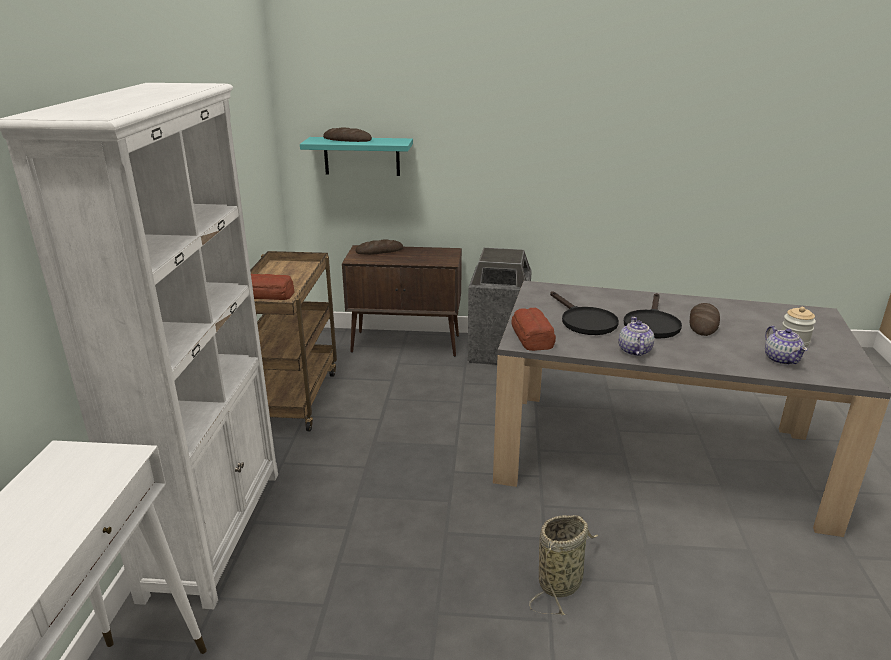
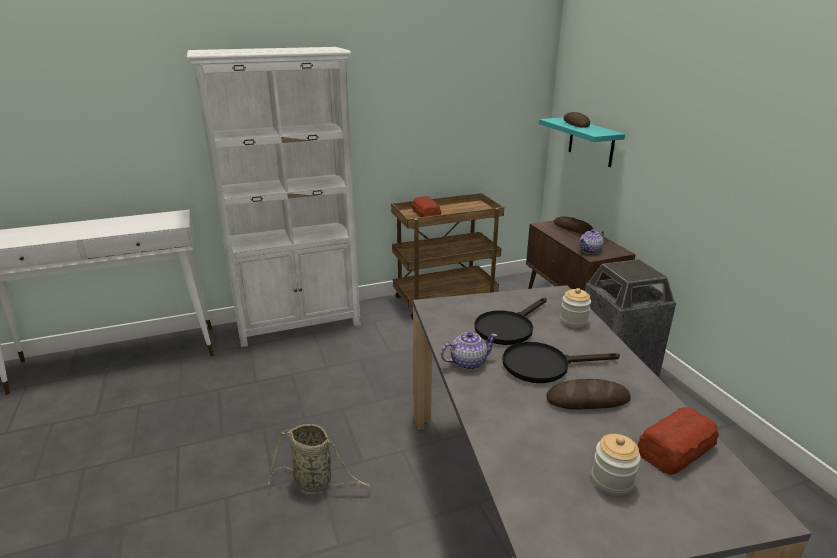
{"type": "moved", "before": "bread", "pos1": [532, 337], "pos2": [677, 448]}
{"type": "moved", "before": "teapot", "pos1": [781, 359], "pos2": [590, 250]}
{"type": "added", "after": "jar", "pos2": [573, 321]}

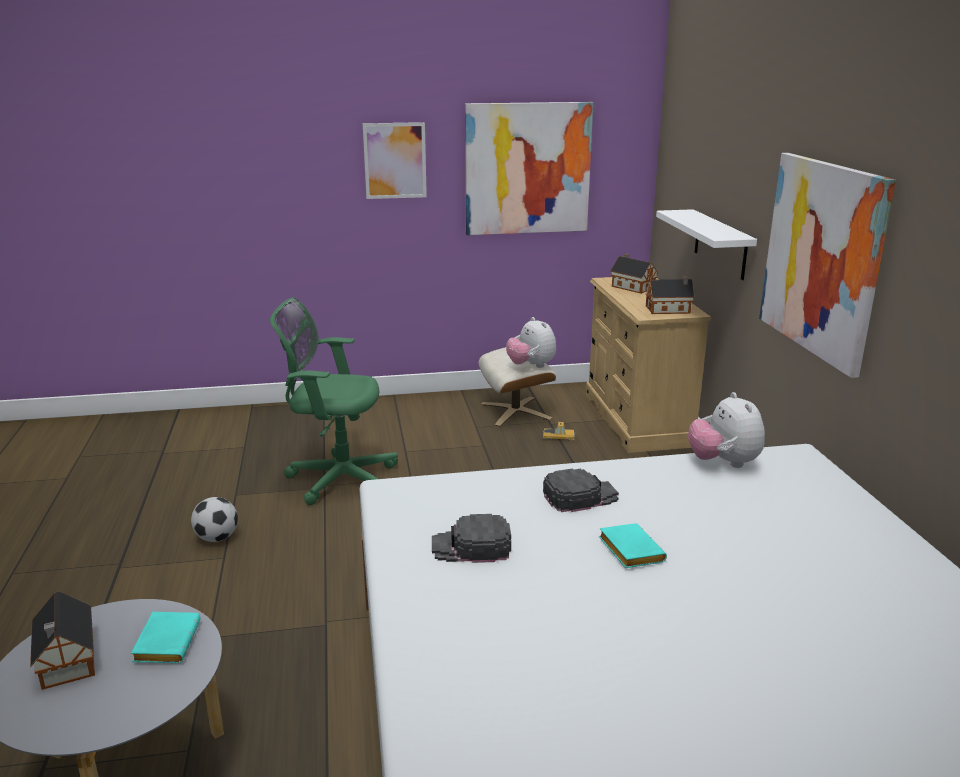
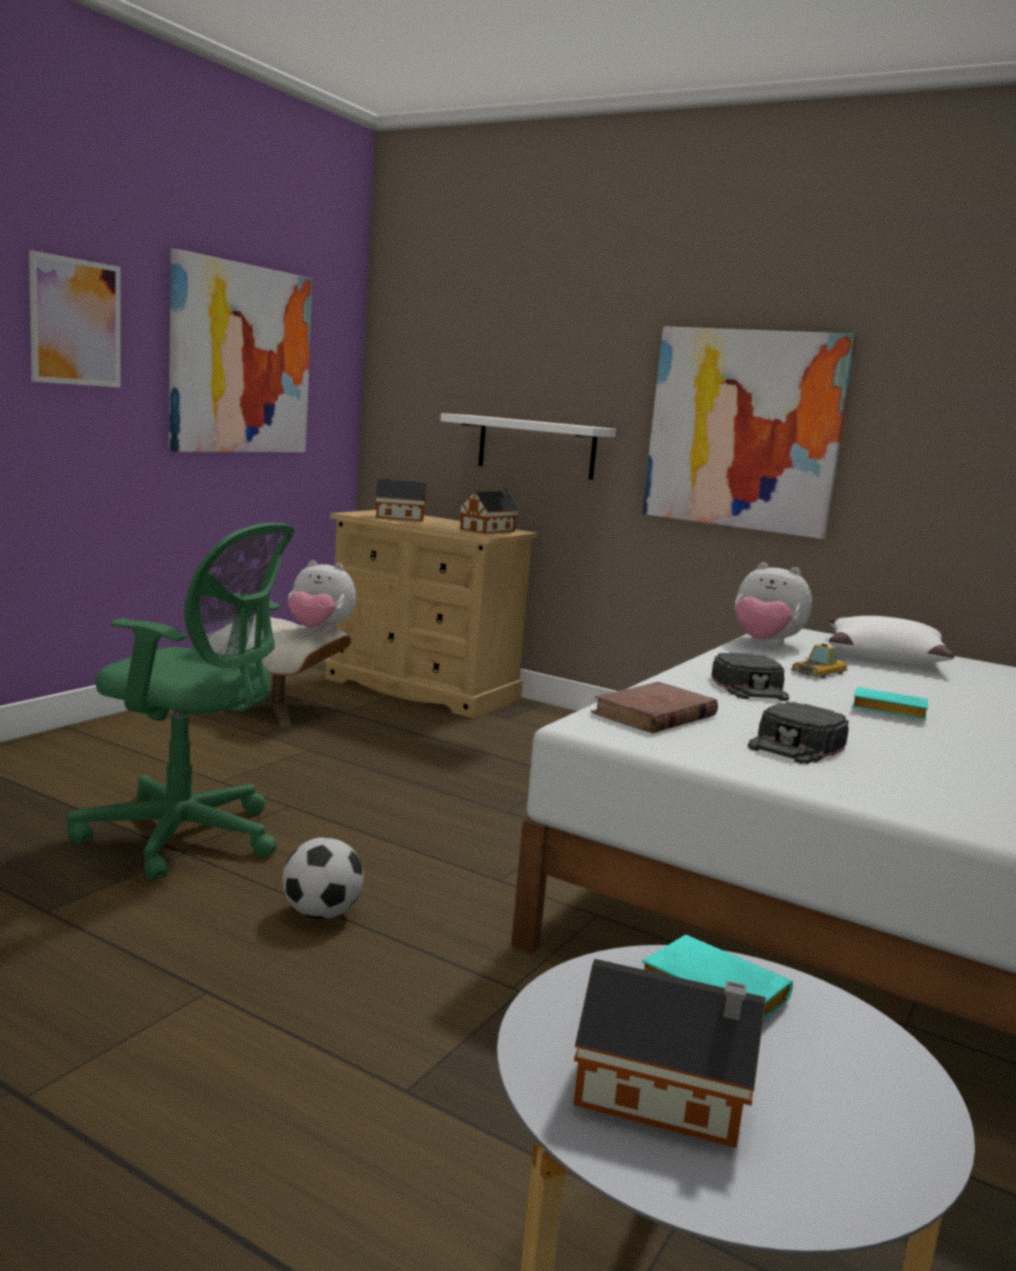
{"type": "moved", "before": "football", "pos1": [217, 538], "pos2": [321, 914]}
{"type": "turned", "before": "office chair/green", "pos1": [338, 479], "pos2": [187, 837], "turn": -120}
{"type": "moved", "before": "toy car", "pos1": [559, 437], "pos2": [819, 672]}
{"type": "turned", "before": "cap/black", "pos1": [580, 496], "pos2": [750, 687], "turn": 150}
{"type": "added", "after": "book/brown", "pos2": [654, 715]}
{"type": "added", "after": "pillow/white", "pos2": [884, 655]}

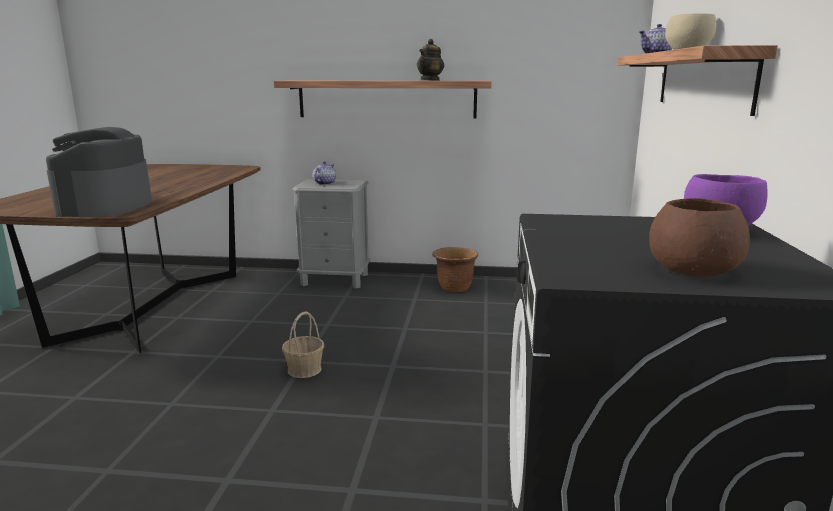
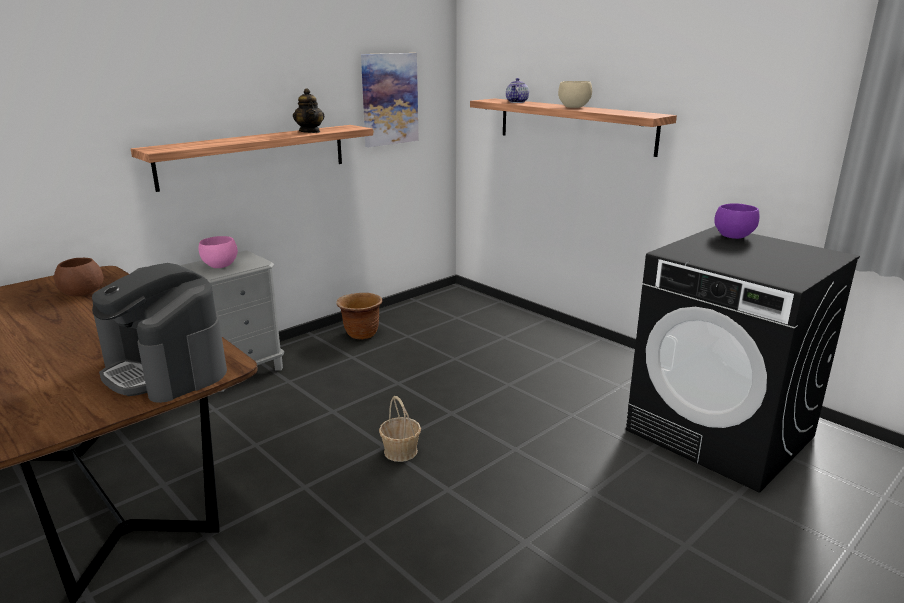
{"type": "replaced", "before": "teapot", "after": "bowl/pink", "pos1": [324, 183], "pos2": [219, 266]}
{"type": "moved", "before": "bowl/brown", "pos1": [691, 270], "pos2": [81, 292]}
{"type": "added", "after": "picture", "pos2": [389, 99]}

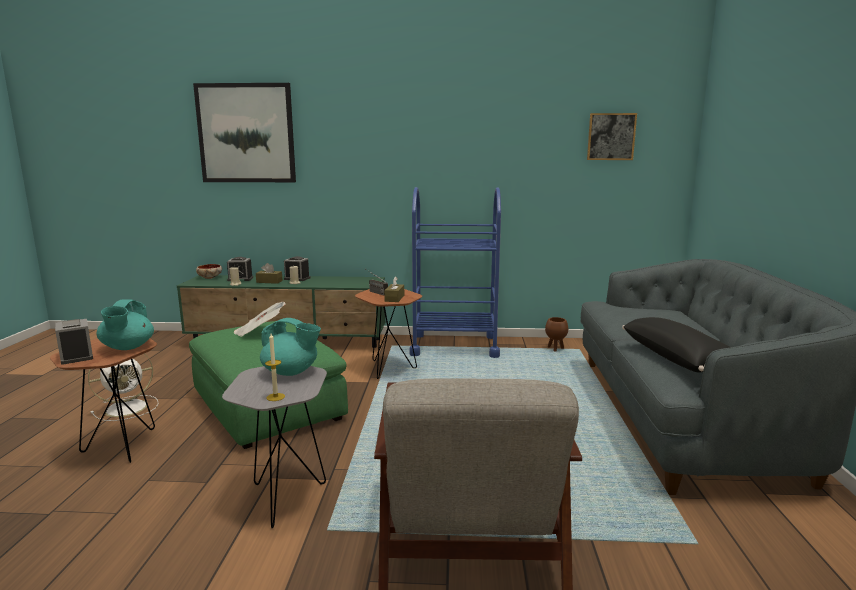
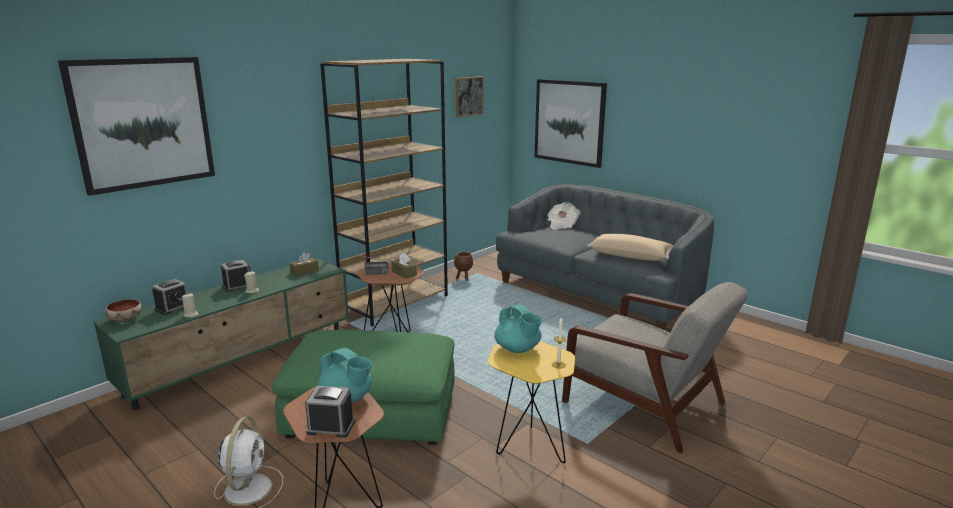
{"type": "recoloured", "before": "side table/grey", "after": "side table/yellow", "pos1": [285, 495], "pos2": [528, 446]}
{"type": "moved", "before": "newspaper", "pos1": [259, 332], "pos2": [562, 225]}
{"type": "moved", "before": "tissue box/brown", "pos1": [269, 281], "pos2": [304, 271]}
{"type": "turned", "before": "teapot/turquoise", "pos1": [291, 372], "pos2": [518, 349], "turn": 90}
{"type": "replaced", "before": "cart/blue", "after": "bookcase/brown", "pos1": [454, 346], "pos2": [395, 303]}
{"type": "recoloured", "before": "pillow/black", "after": "pillow/beige", "pos1": [679, 359], "pos2": [630, 256]}
{"type": "added", "after": "picture", "pos2": [569, 122]}

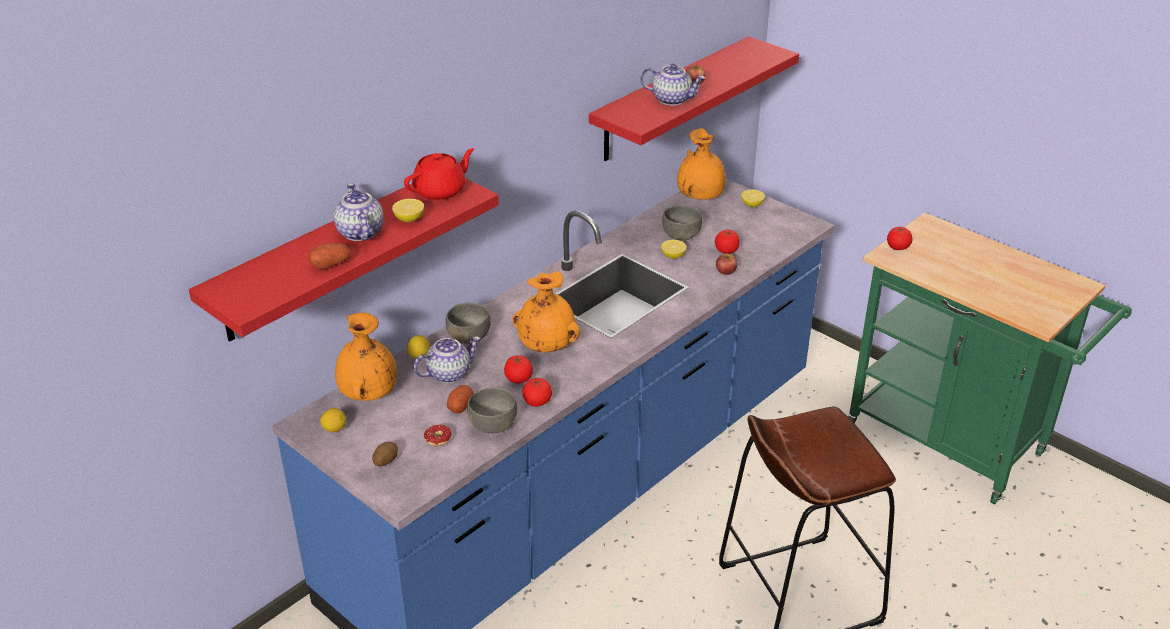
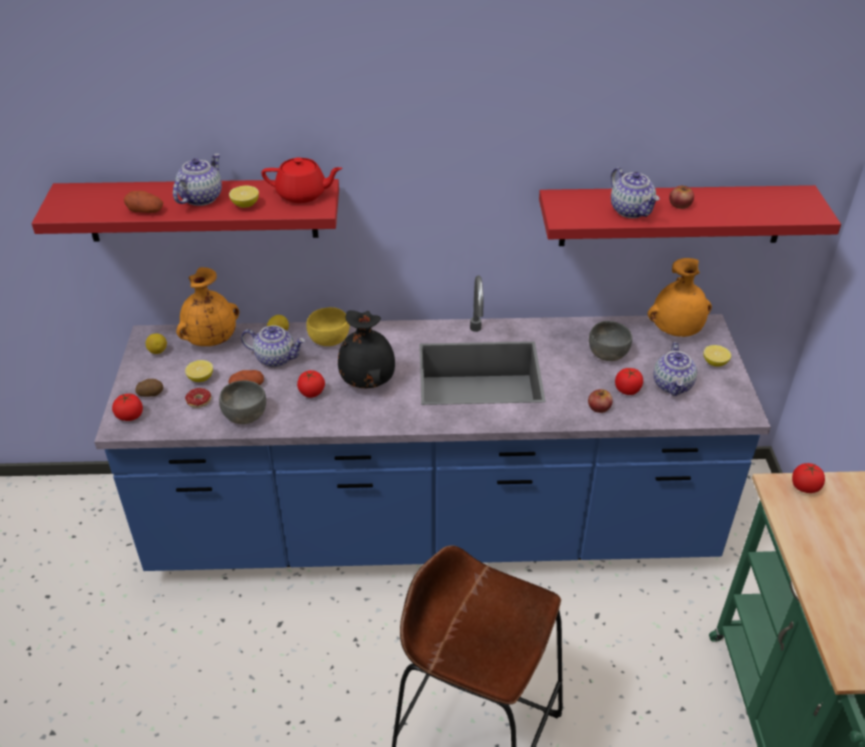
{"type": "recoloured", "before": "bowl/grey", "after": "bowl/yellow", "pos1": [468, 336], "pos2": [328, 339]}
{"type": "recoloured", "before": "vase/orange", "after": "vase/black", "pos1": [547, 345], "pos2": [368, 380]}
{"type": "moved", "before": "tomato", "pos1": [537, 402], "pos2": [130, 416]}
{"type": "moved", "before": "lemon", "pos1": [673, 256], "pos2": [201, 378]}
{"type": "added", "after": "teapot", "pos2": [673, 385]}

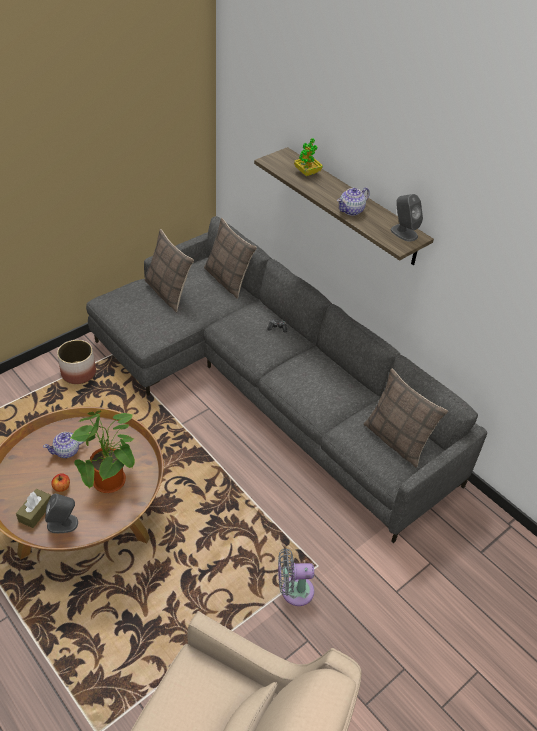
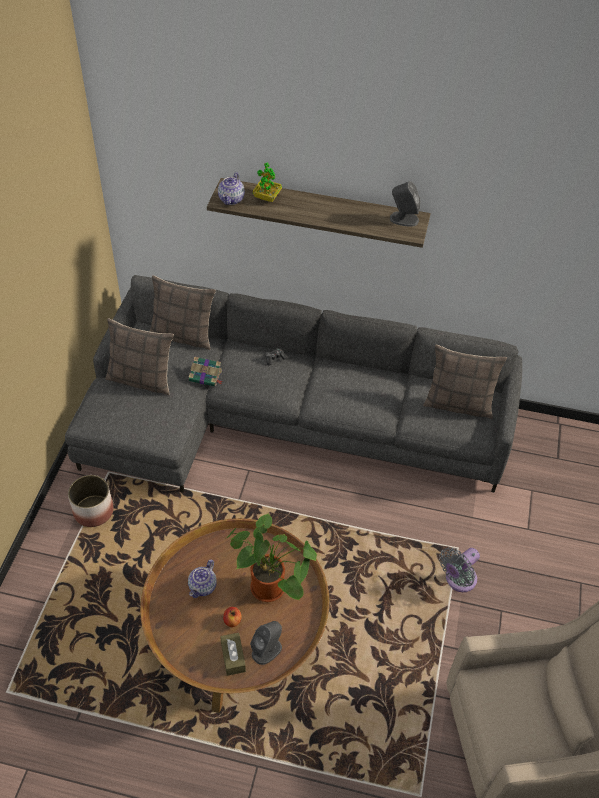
{"type": "moved", "before": "teapot", "pos1": [351, 210], "pos2": [232, 199]}
{"type": "added", "after": "book", "pos2": [206, 376]}

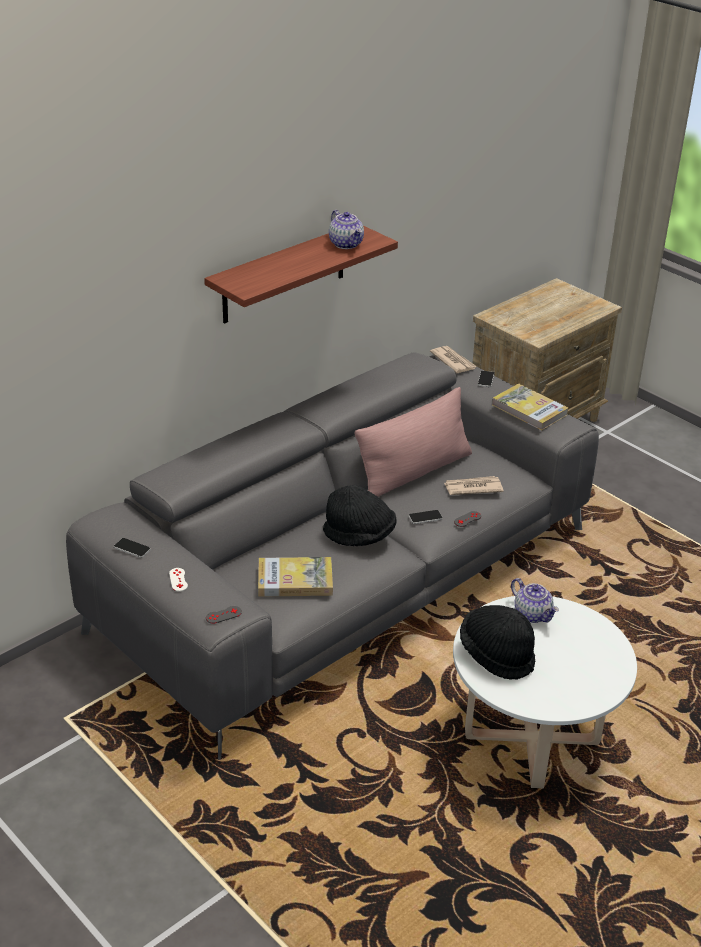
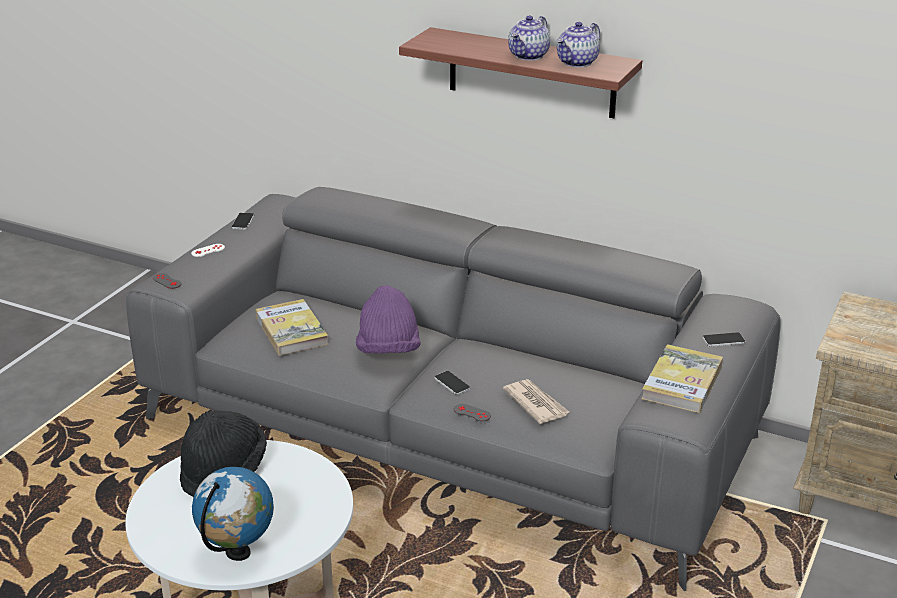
{"type": "recoloured", "before": "hat/black", "after": "hat/purple", "pos1": [359, 536], "pos2": [388, 350]}
{"type": "removed", "before": "pillow/pink", "pos1": [414, 472]}
{"type": "removed", "before": "newspaper", "pos1": [453, 361]}
{"type": "moved", "before": "teapot", "pos1": [533, 614], "pos2": [529, 56]}
{"type": "added", "after": "globe", "pos2": [238, 553]}

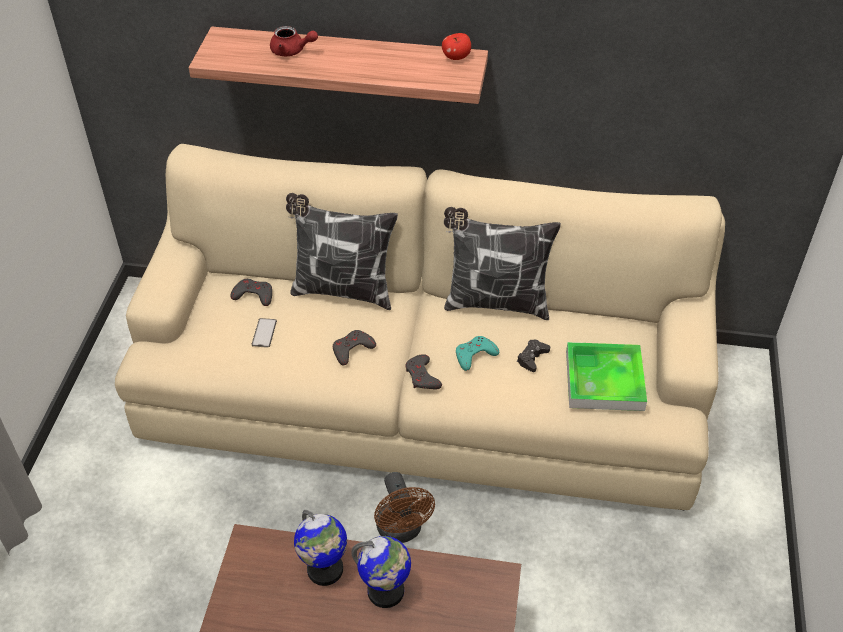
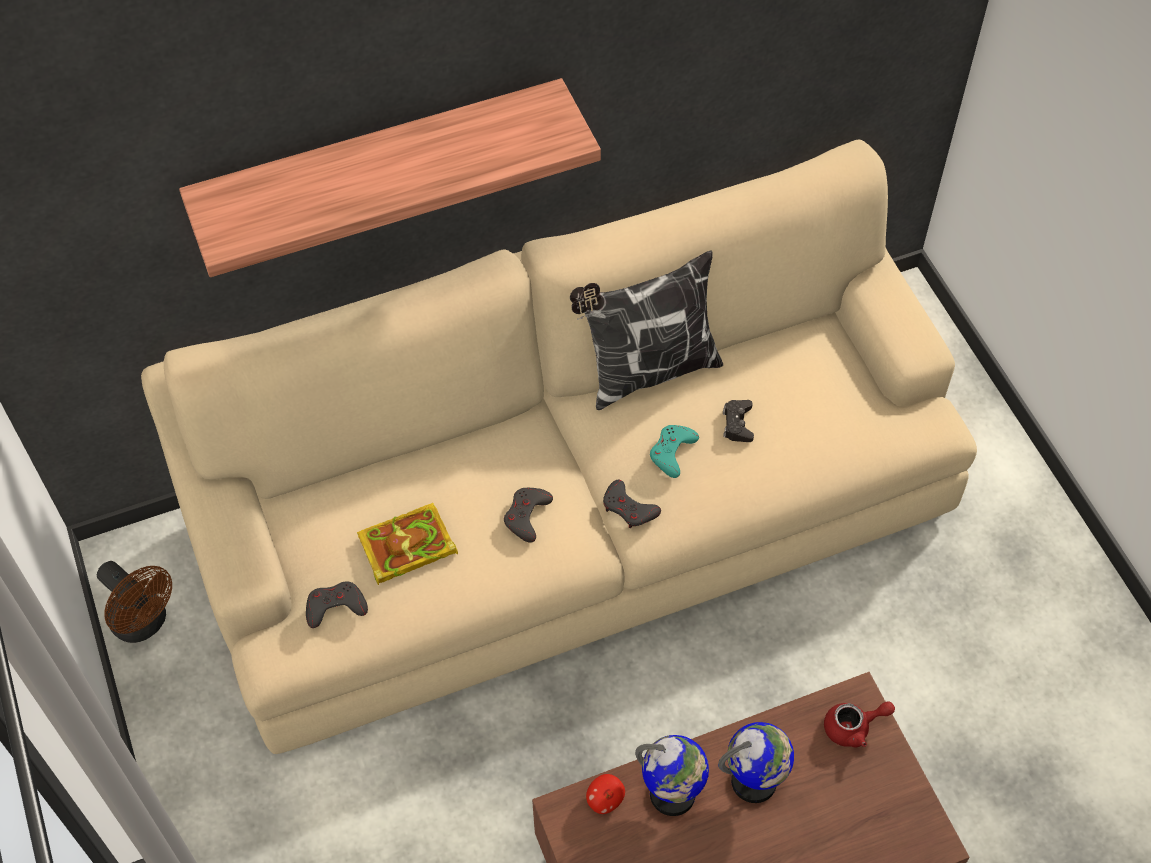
{"type": "moved", "before": "game controller/grey", "pos1": [253, 295], "pos2": [335, 607]}
{"type": "replaced", "before": "phone", "after": "book", "pos1": [264, 333], "pos2": [405, 548]}
{"type": "moved", "before": "teapot/red", "pos1": [292, 51], "pos2": [853, 727]}
{"type": "removed", "before": "pillow", "pos1": [342, 290]}
{"type": "moved", "before": "fan/brown", "pos1": [401, 531], "pos2": [144, 623]}
{"type": "moved", "before": "apple", "pos1": [456, 57], "pos2": [605, 800]}
{"type": "removed", "before": "tray", "pos1": [604, 380]}

